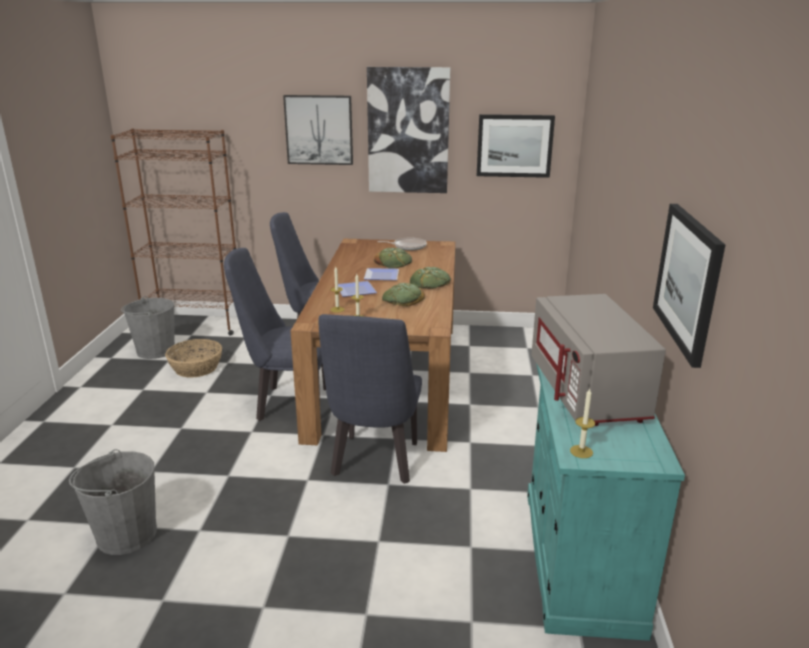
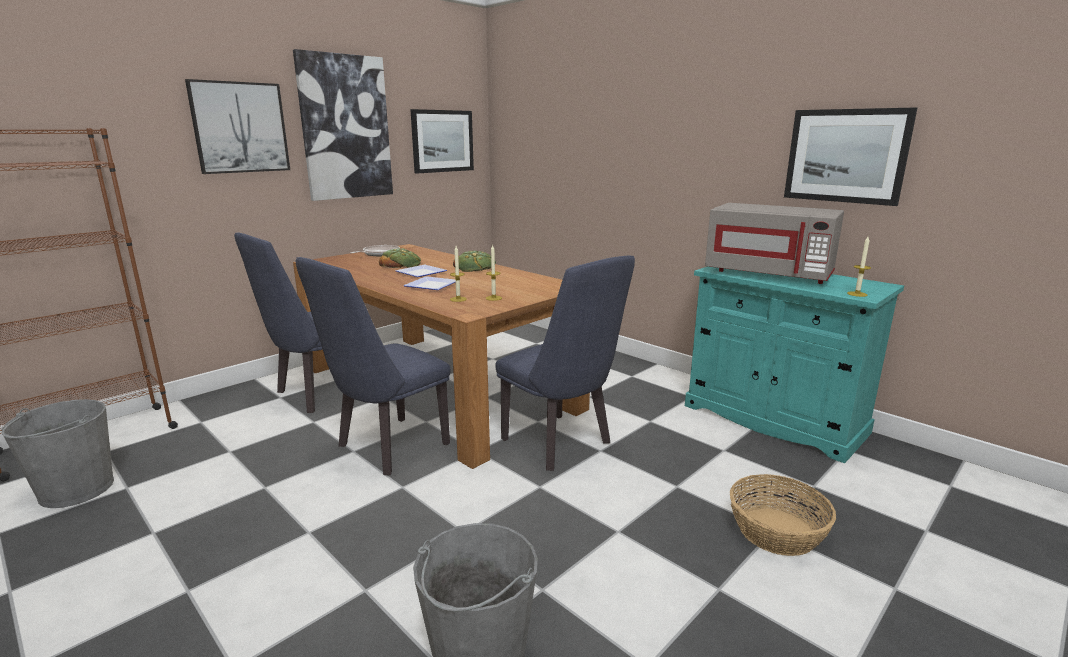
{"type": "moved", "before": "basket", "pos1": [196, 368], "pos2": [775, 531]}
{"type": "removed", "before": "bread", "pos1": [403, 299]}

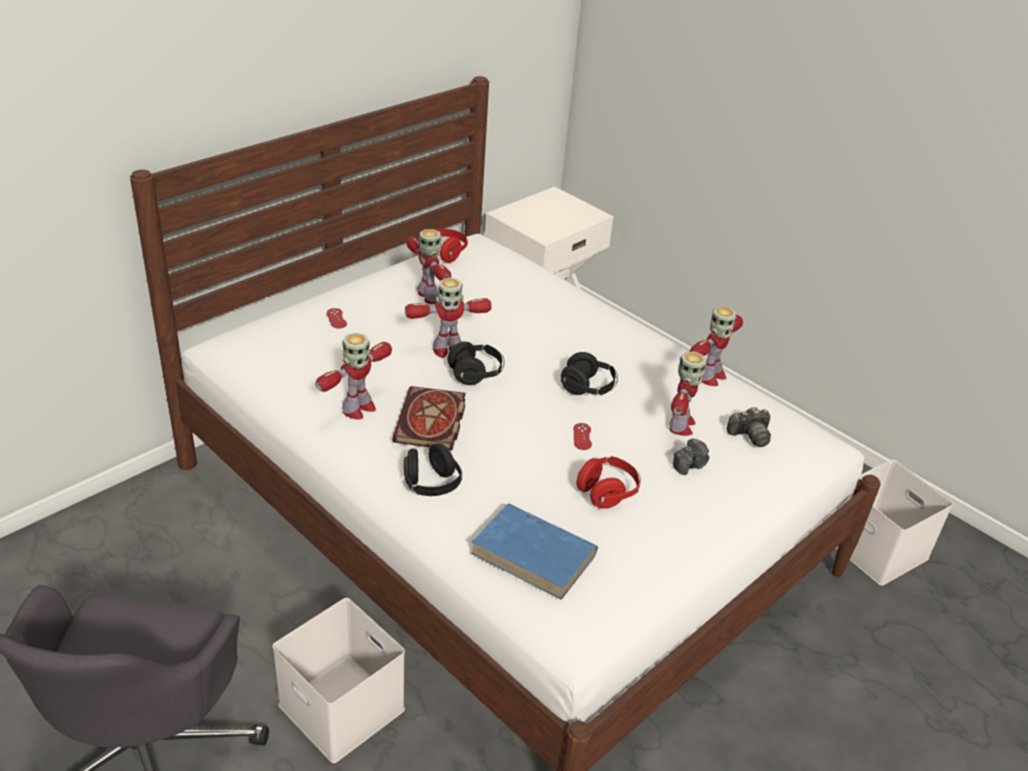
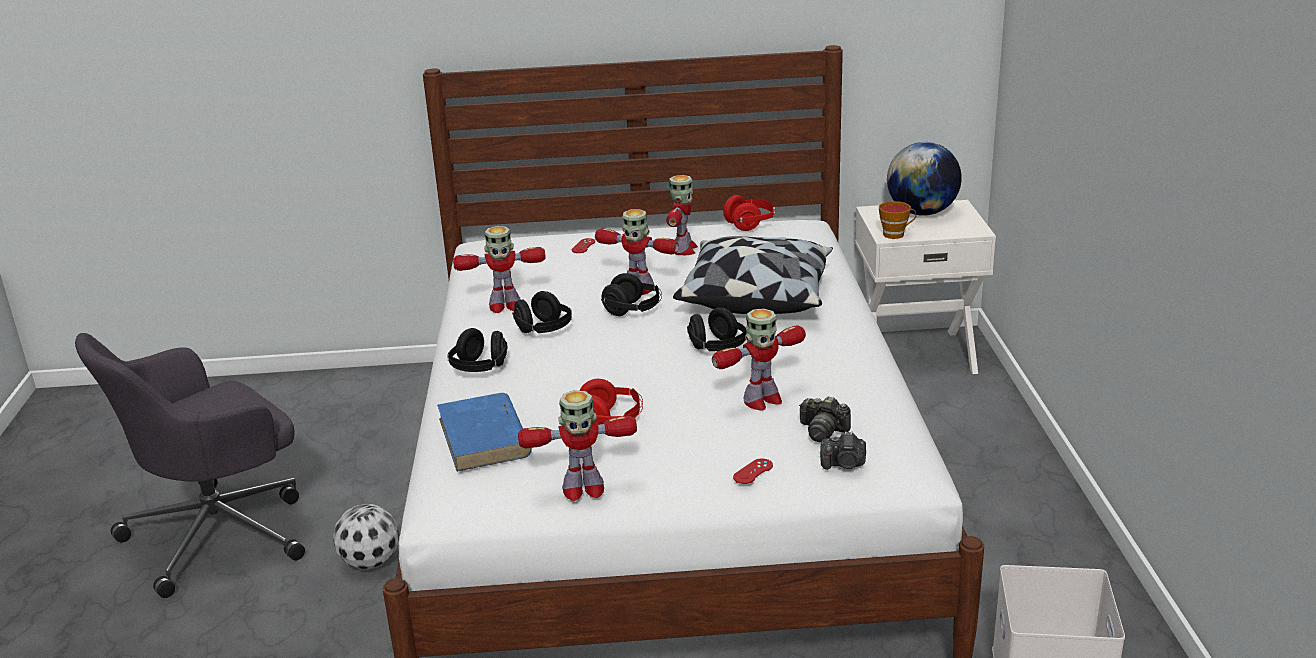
{"type": "replaced", "before": "storage box/white", "after": "football", "pos1": [338, 707], "pos2": [369, 562]}
{"type": "replaced", "before": "book", "after": "headphones/black", "pos1": [431, 423], "pos2": [544, 330]}
{"type": "moved", "before": "game controller/red", "pos1": [582, 436], "pos2": [753, 471]}
{"type": "moved", "before": "photo camera", "pos1": [690, 465], "pos2": [844, 464]}
{"type": "moved", "before": "toy robot", "pos1": [710, 377], "pos2": [582, 490]}
{"type": "added", "after": "pillow", "pos2": [756, 296]}
{"type": "added", "after": "cup", "pos2": [896, 234]}
{"type": "added", "after": "globe", "pos2": [922, 212]}

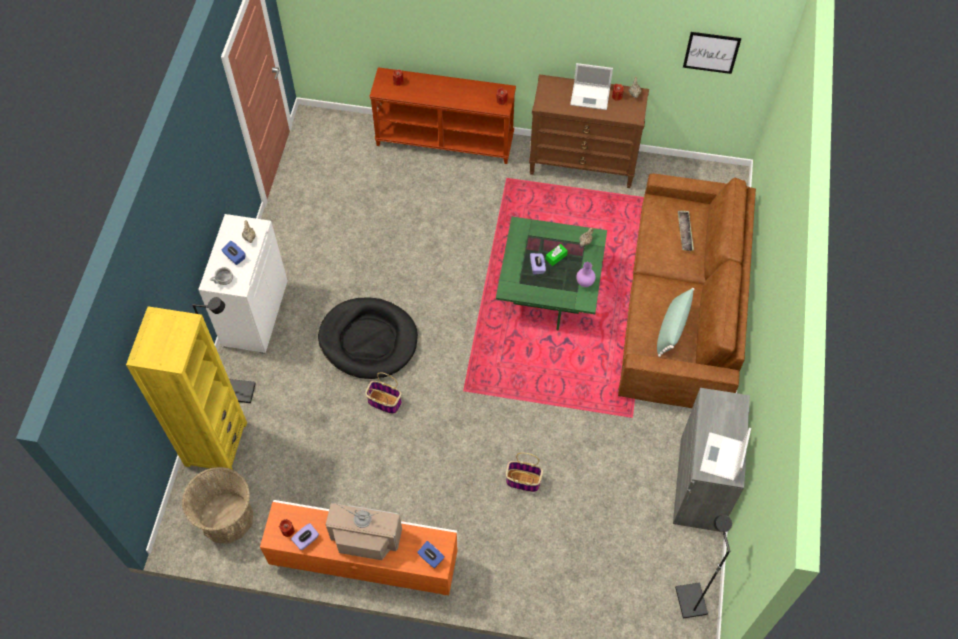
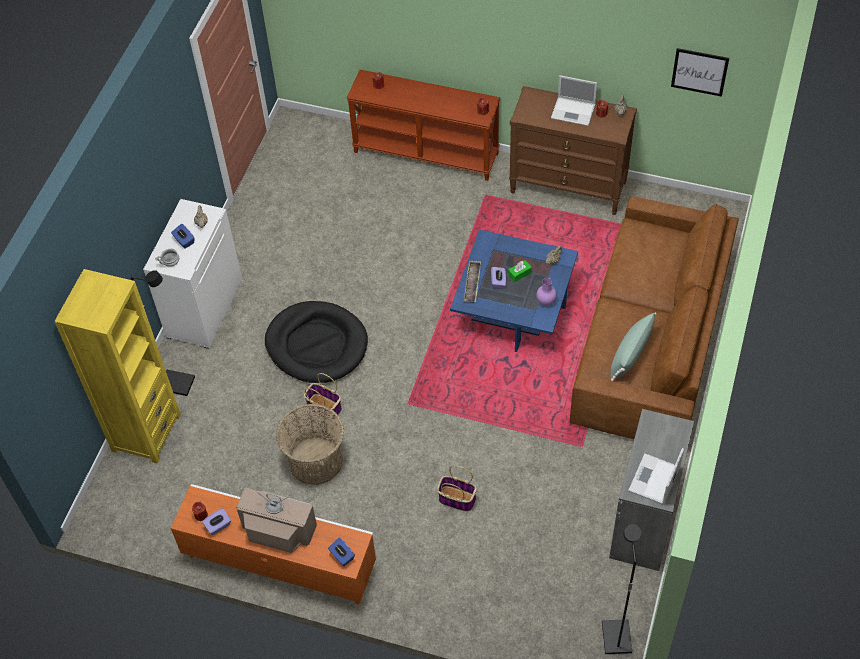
{"type": "moved", "before": "basket", "pos1": [226, 518], "pos2": [315, 461]}
{"type": "recoloured", "before": "coffee table/green", "after": "coffee table/blue", "pos1": [549, 289], "pos2": [514, 309]}
{"type": "moved", "before": "tray", "pos1": [685, 232], "pos2": [472, 283]}

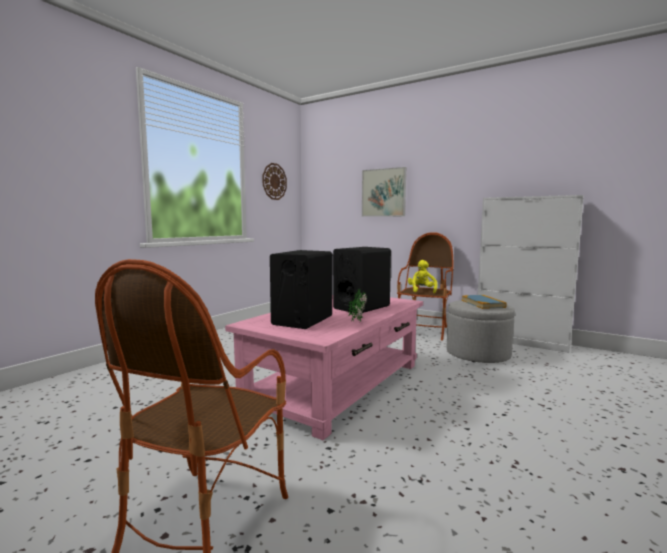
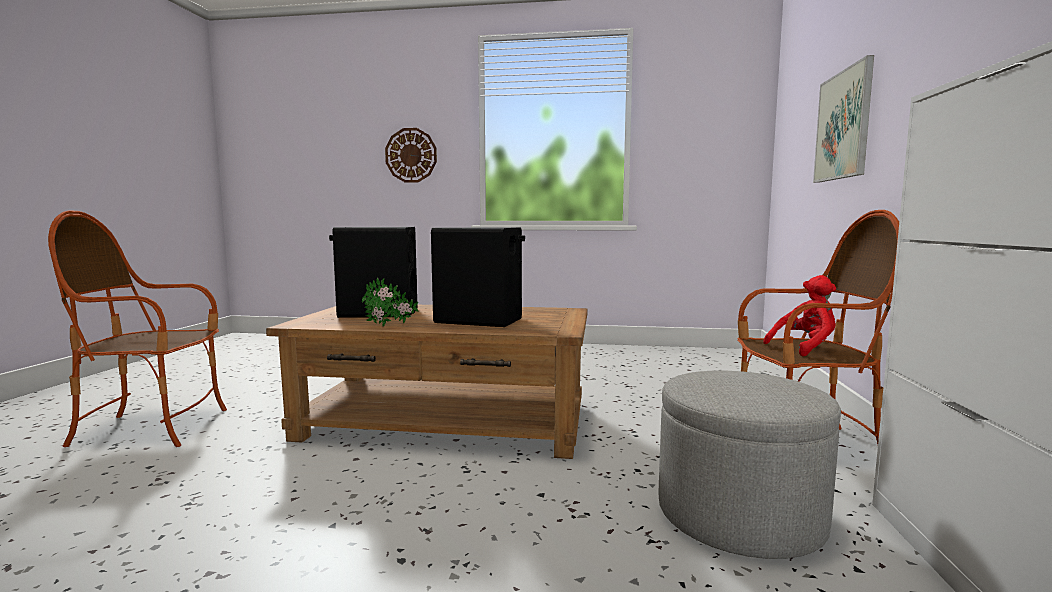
{"type": "recoloured", "before": "coffee table/pink", "after": "coffee table/brown", "pos1": [337, 384], "pos2": [446, 422]}
{"type": "moved", "before": "wall clock", "pos1": [274, 181], "pos2": [411, 155]}
{"type": "recoloured", "before": "plush toy/yellow", "after": "plush toy/red", "pos1": [421, 291], "pos2": [805, 348]}
{"type": "removed", "before": "book", "pos1": [483, 304]}

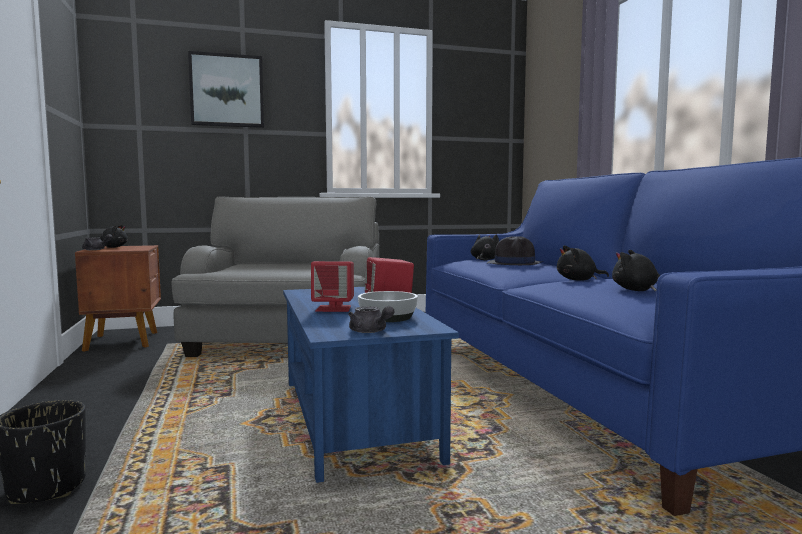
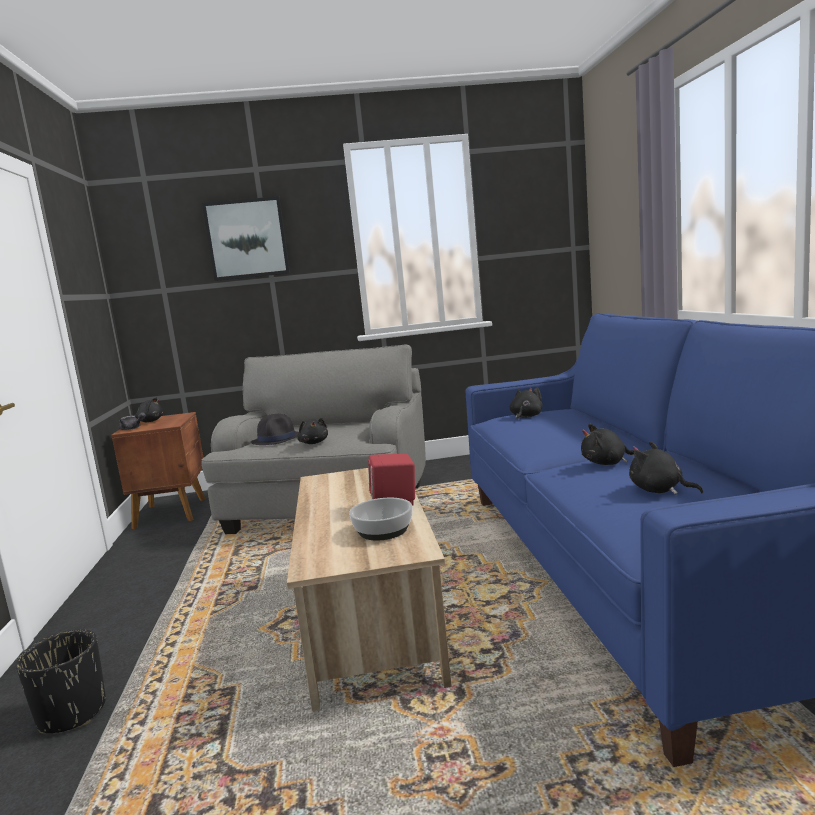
{"type": "recoloured", "before": "coffee table/blue", "after": "coffee table/beige", "pos1": [355, 418], "pos2": [372, 619]}
{"type": "removed", "before": "speaker/red", "pos1": [334, 308]}
{"type": "removed", "before": "teapot/grey", "pos1": [370, 332]}
{"type": "moved", "before": "hat/black", "pos1": [515, 264], "pos2": [277, 439]}
{"type": "added", "after": "plush toy/black", "pos2": [314, 443]}

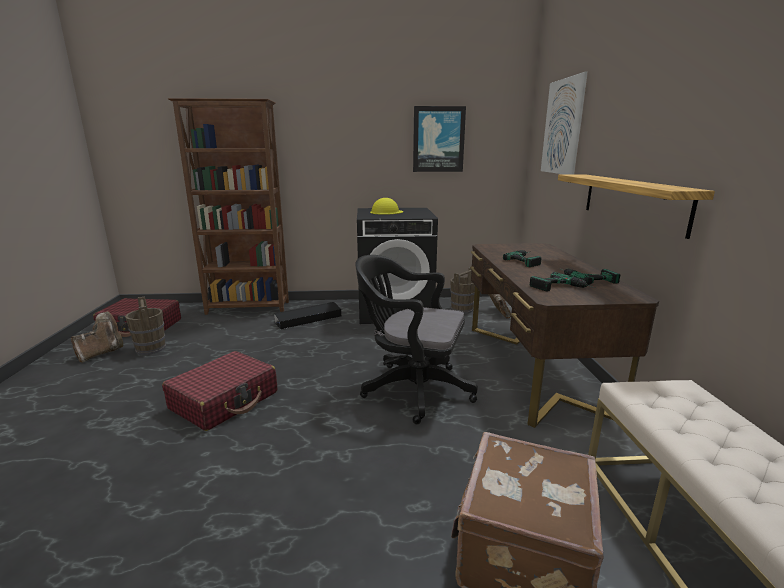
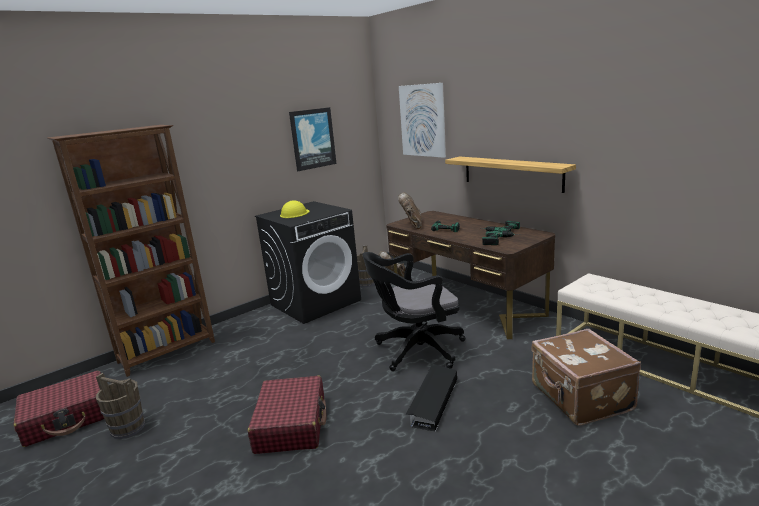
{"type": "moved", "before": "boot/brown", "pos1": [102, 353], "pos2": [412, 225]}
{"type": "moved", "before": "storage box/black", "pos1": [308, 319], "pos2": [433, 401]}

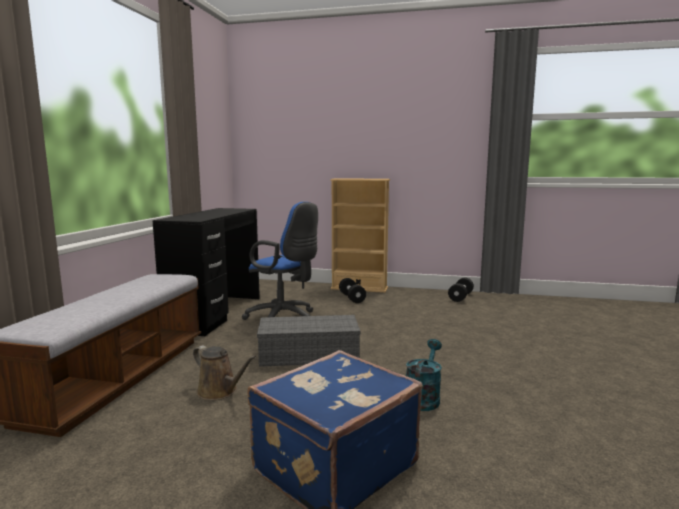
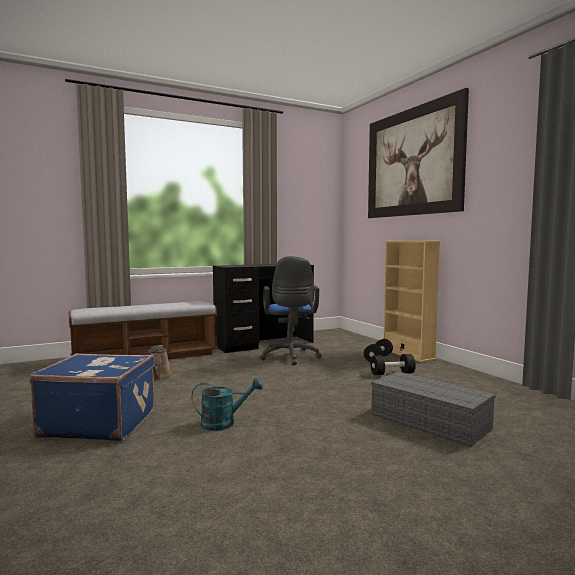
{"type": "moved", "before": "storage box/grey", "pos1": [310, 354], "pos2": [431, 421]}
{"type": "moved", "before": "dumbbell/black", "pos1": [460, 297], "pos2": [392, 373]}
{"type": "added", "after": "picture", "pos2": [412, 162]}

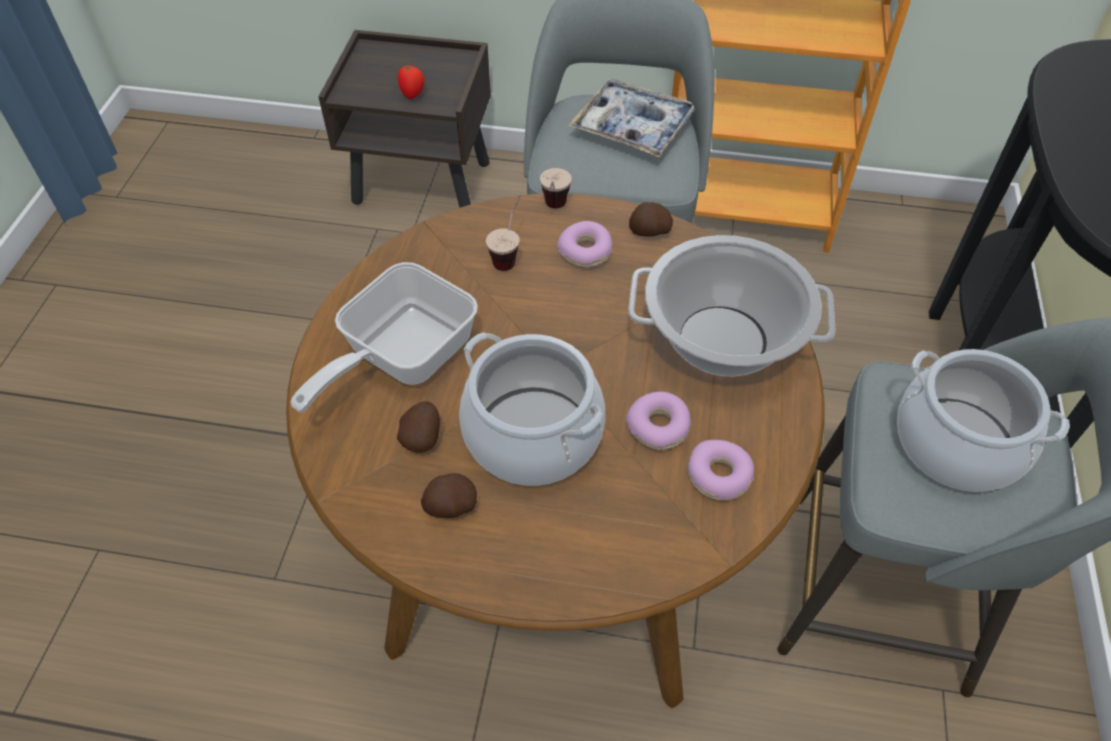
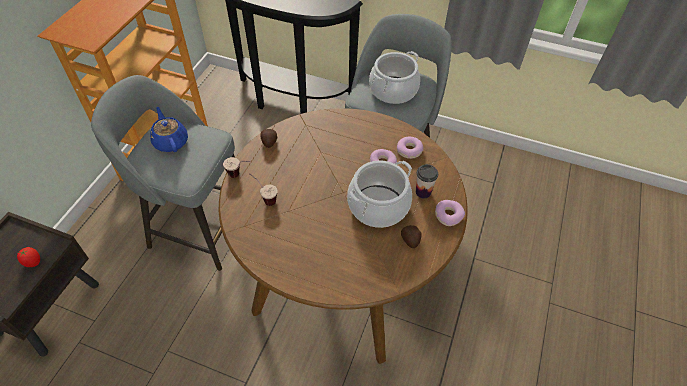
{"type": "removed", "before": "frying pan", "pos1": [399, 357]}
{"type": "removed", "before": "potato", "pos1": [423, 437]}
{"type": "moved", "before": "donut", "pos1": [585, 251], "pos2": [448, 215]}
{"type": "replaced", "before": "tray", "after": "teapot/blue", "pos1": [633, 127], "pos2": [171, 141]}
{"type": "removed", "before": "cooking pot", "pos1": [723, 340]}
{"type": "added", "after": "cup", "pos2": [423, 192]}

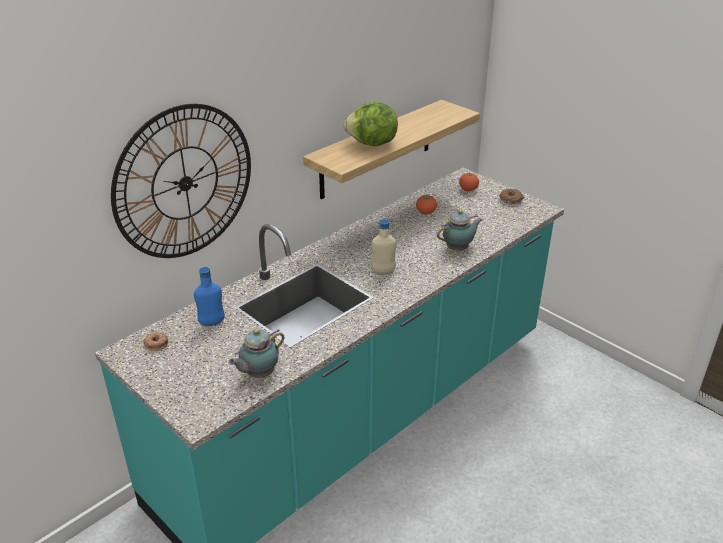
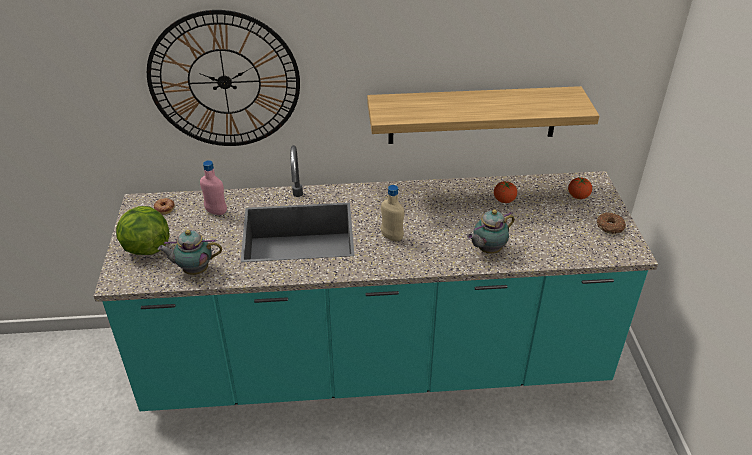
{"type": "recoloured", "before": "bottle/blue", "after": "bottle/pink", "pos1": [212, 322], "pos2": [216, 211]}
{"type": "moved", "before": "lettuce", "pos1": [372, 144], "pos2": [145, 248]}
{"type": "turned", "before": "teapot", "pos1": [458, 248], "pos2": [487, 250], "turn": 135}

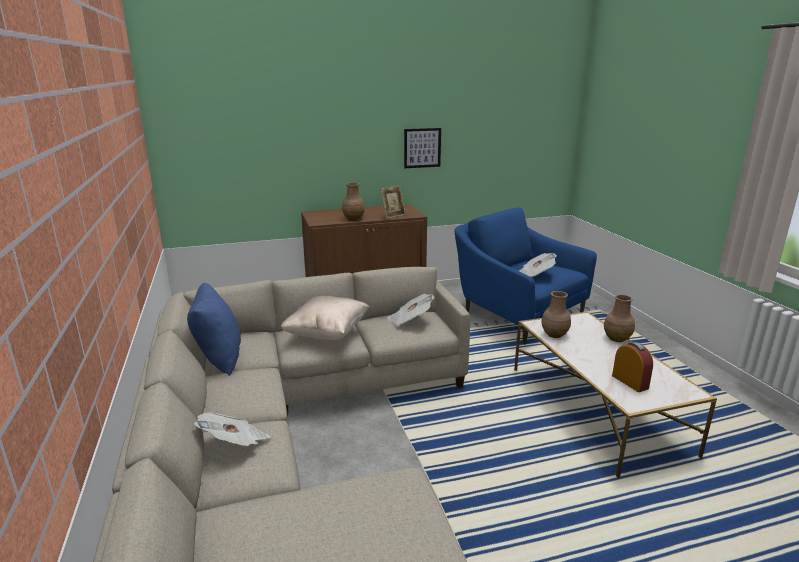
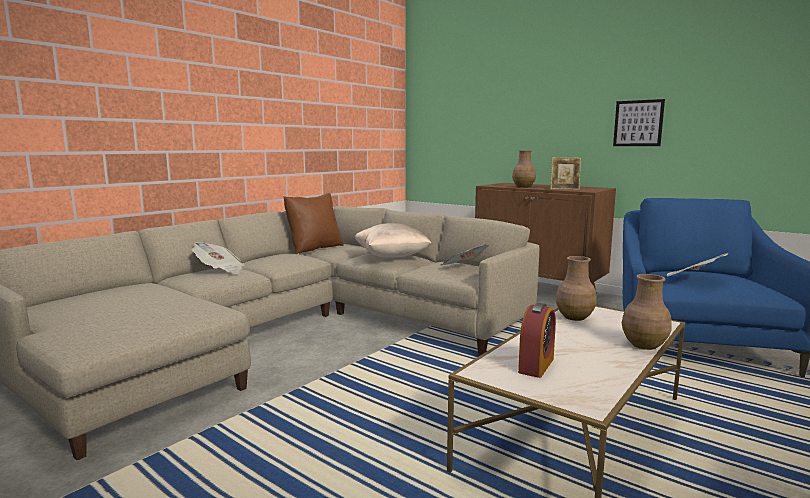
{"type": "recoloured", "before": "pillow/blue", "after": "pillow/brown", "pos1": [219, 358], "pos2": [314, 248]}

